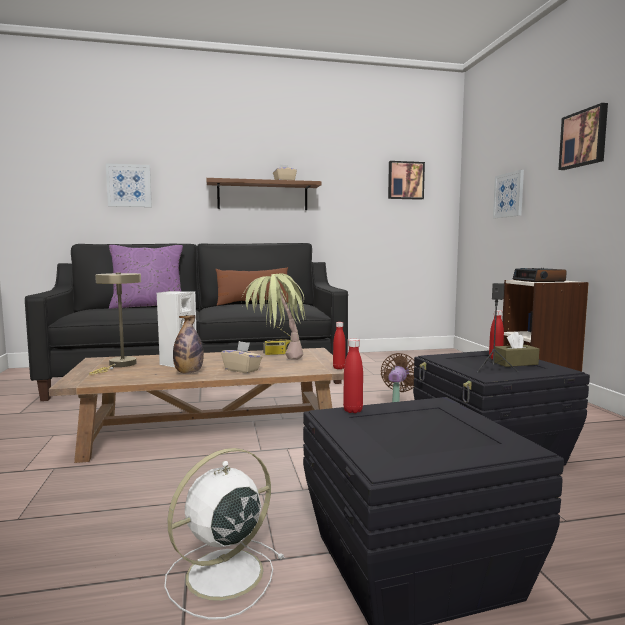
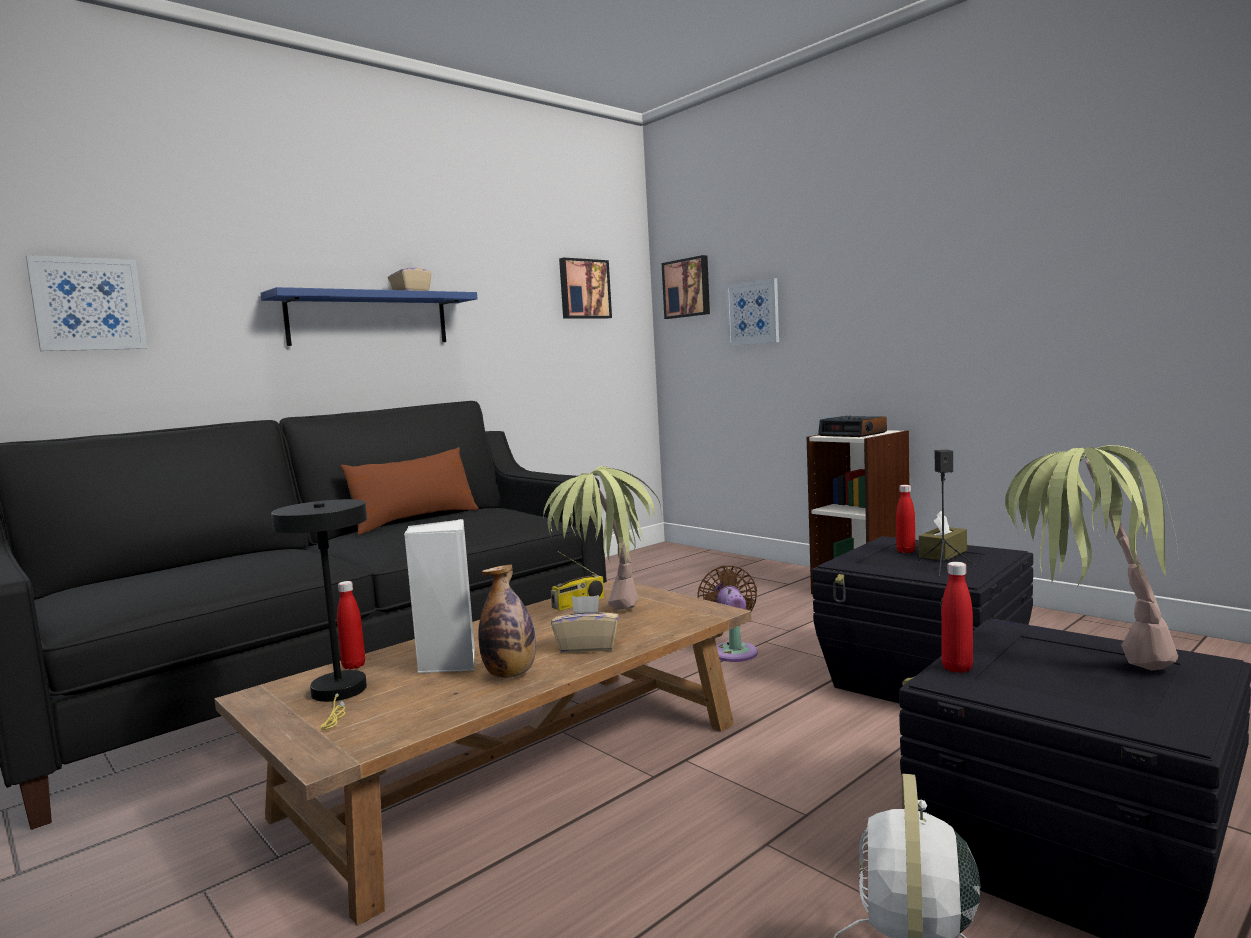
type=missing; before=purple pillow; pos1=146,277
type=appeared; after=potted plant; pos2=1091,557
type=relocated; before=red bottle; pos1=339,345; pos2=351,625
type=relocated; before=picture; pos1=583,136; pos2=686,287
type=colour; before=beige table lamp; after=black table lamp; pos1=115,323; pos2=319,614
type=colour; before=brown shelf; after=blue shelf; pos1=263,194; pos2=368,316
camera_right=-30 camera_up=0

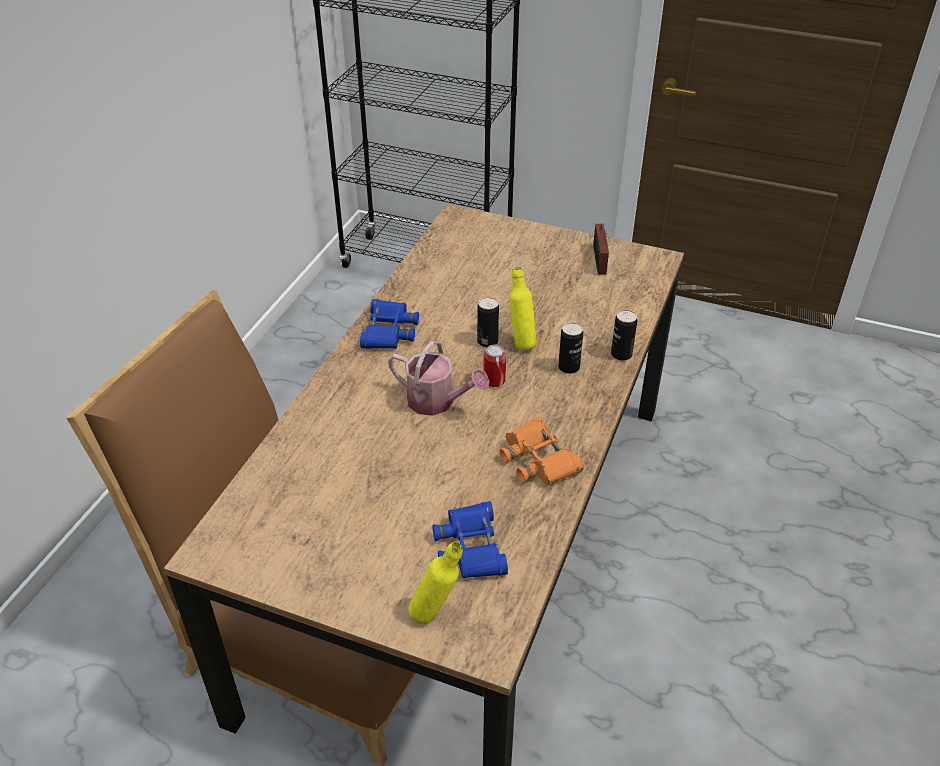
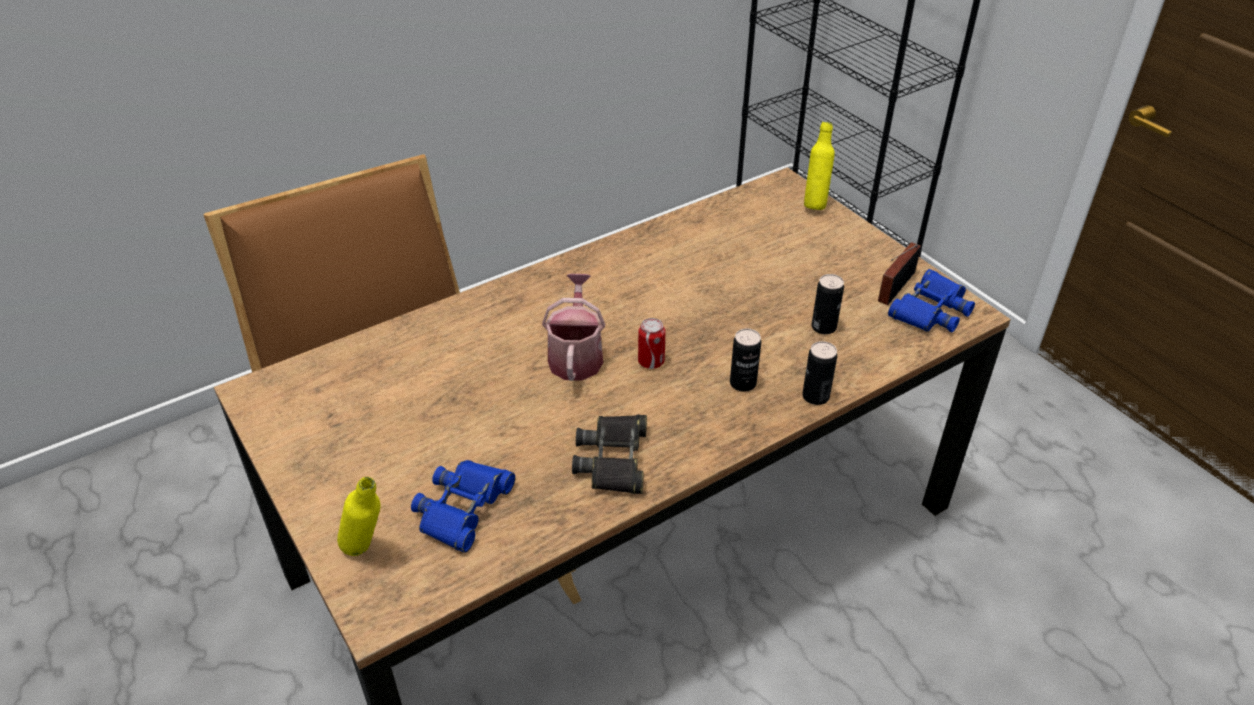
type=relocated; before=blue binoculars; pos1=389,324; pos2=931,301
type=relocated; before=can; pos1=488,322; pos2=827,304
type=relocated; before=yellow bottle; pos1=523,308; pos2=819,166
type=colour; before=orange binoculars; after=black binoculars; pos1=541,451; pos2=609,454
type=spun; before=watering can; pos1=439,378; pos2=573,327; turn=-150
camera_right=35 camera_up=0

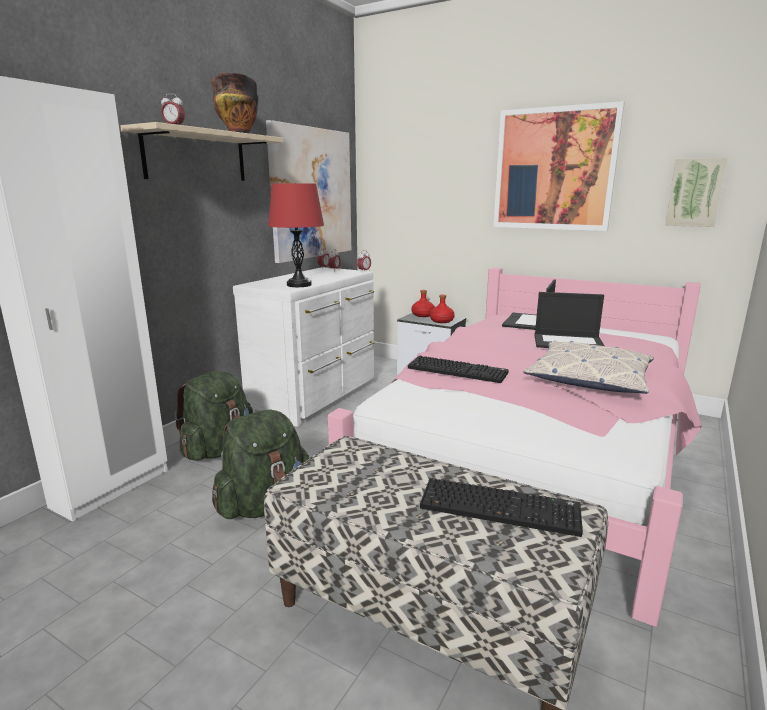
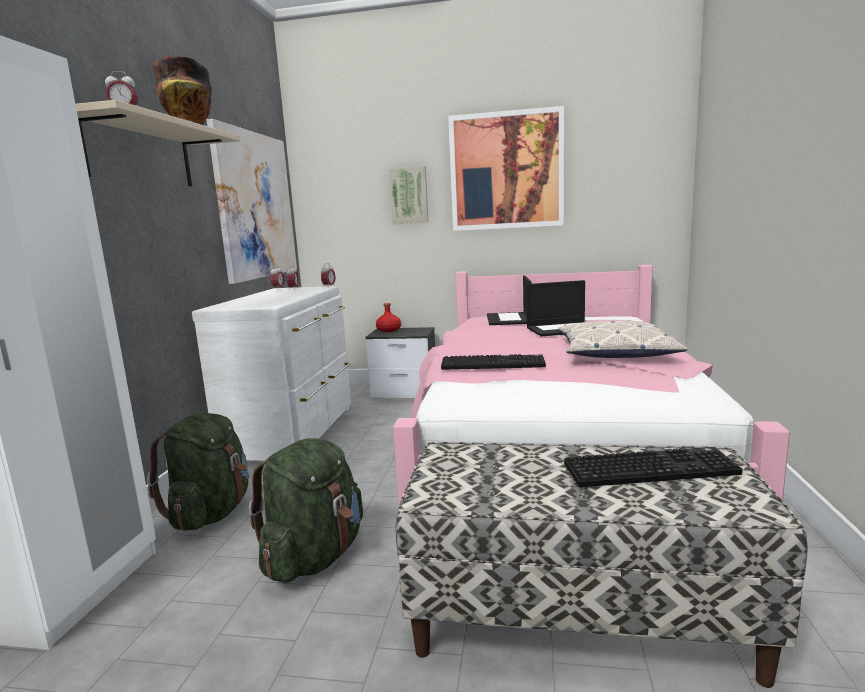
type=missing; before=red table lamp; pos1=296,235
type=missing; before=red bottle; pos1=442,309
type=relocated; before=picture; pos1=696,192; pos2=409,195
camera_right=-20 camera_up=-5

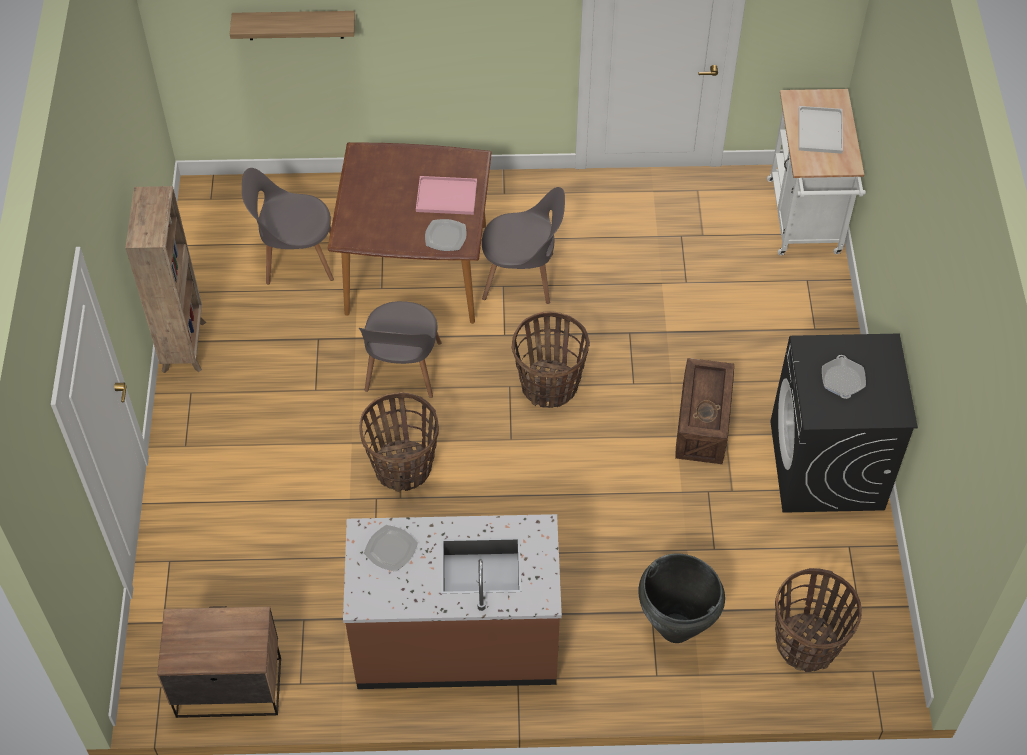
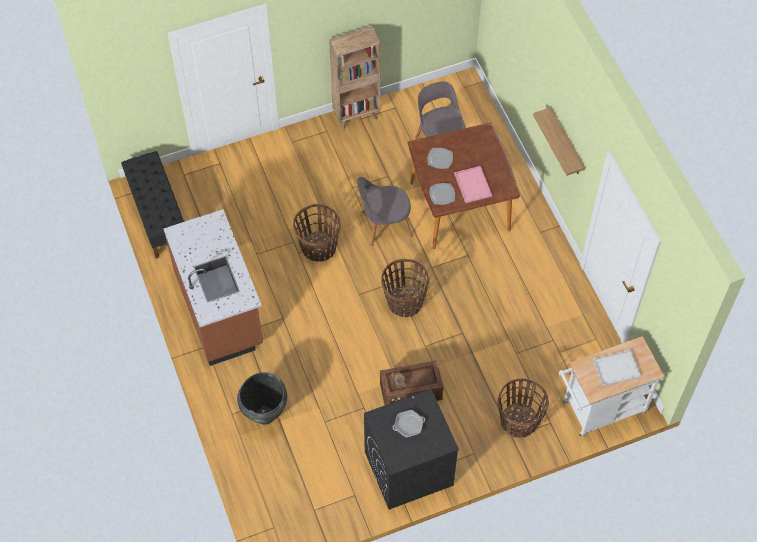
type=missing; before=grey chair; pos1=523,245
type=relocated; before=shelf; pos1=292,25; pos2=559,141
type=relocated; before=plate; pos1=391,548; pos2=440,158
type=relocated; before=basket; pos1=818,620; pos2=523,408
type=exchanged; before=nightstand; after=black bench; pos1=219,662; pos2=152,205
camera_right=70 camera_up=5

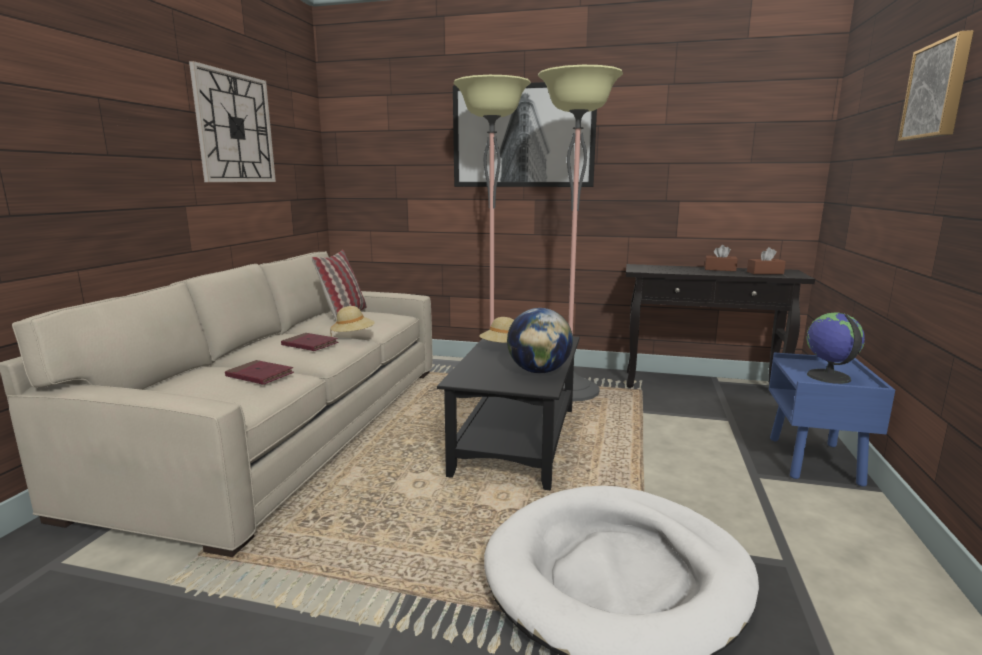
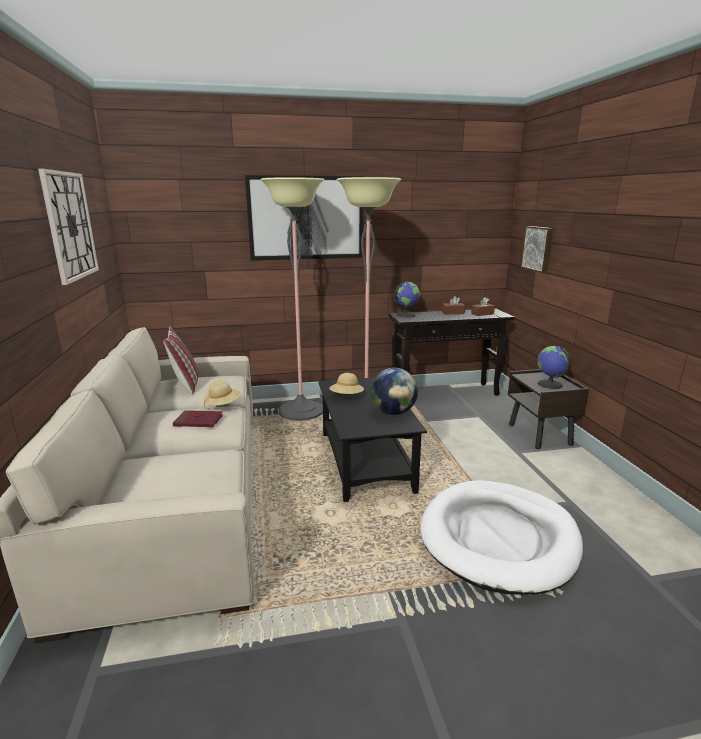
type=missing; before=red book; pos1=259,372
type=appeared; after=globe; pos2=407,299
type=relocated; before=picture; pos1=936,85; pos2=536,249
type=colour; before=blue nightstand; after=brown nightstand; pos1=832,419; pos2=548,409
camera_right=-25 camera_up=5

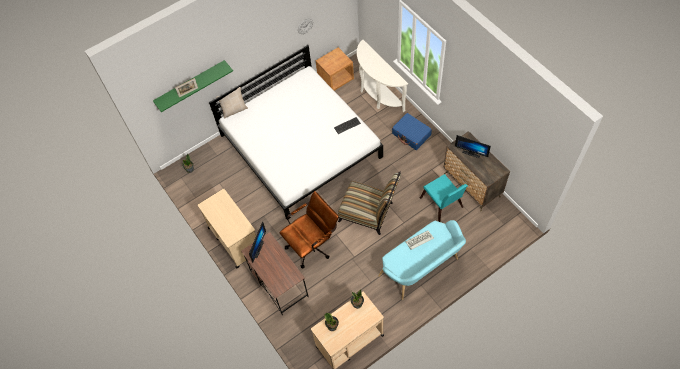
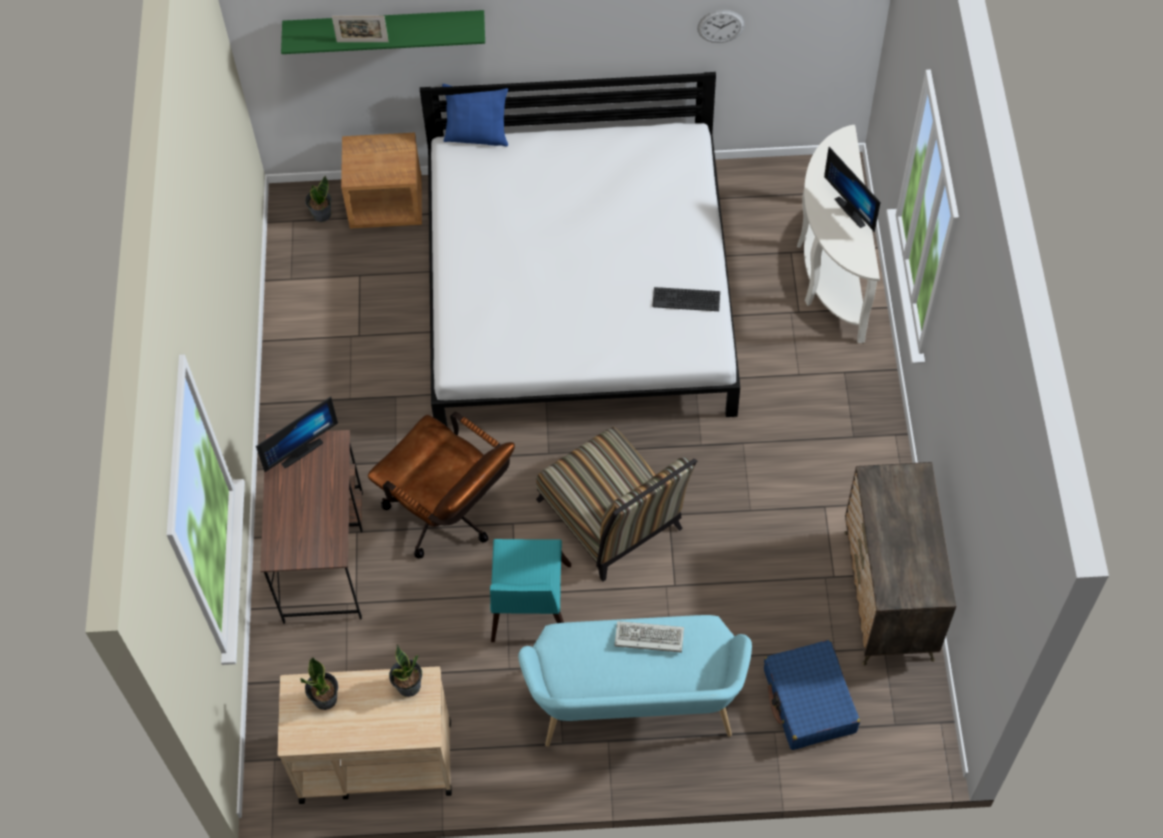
type=missing; before=beige cart; pos1=227,228
type=relocated; before=brown nightstand; pos1=335,69; pos2=381,181
type=relocated; before=blue suitcase; pos1=412,131; pos2=812,695
type=relocated; before=turquoise chair; pos1=444,198; pos2=530,590
type=relocated; before=monitor; pos1=473,146; pos2=852,189
type=colour; before=beige pillow; after=blue pillow; pos1=232,103; pos2=475,115
type=spun; before=brown office chair; pos1=309,230; pos2=441,485; turn=45
camera_right=30 camera_up=0

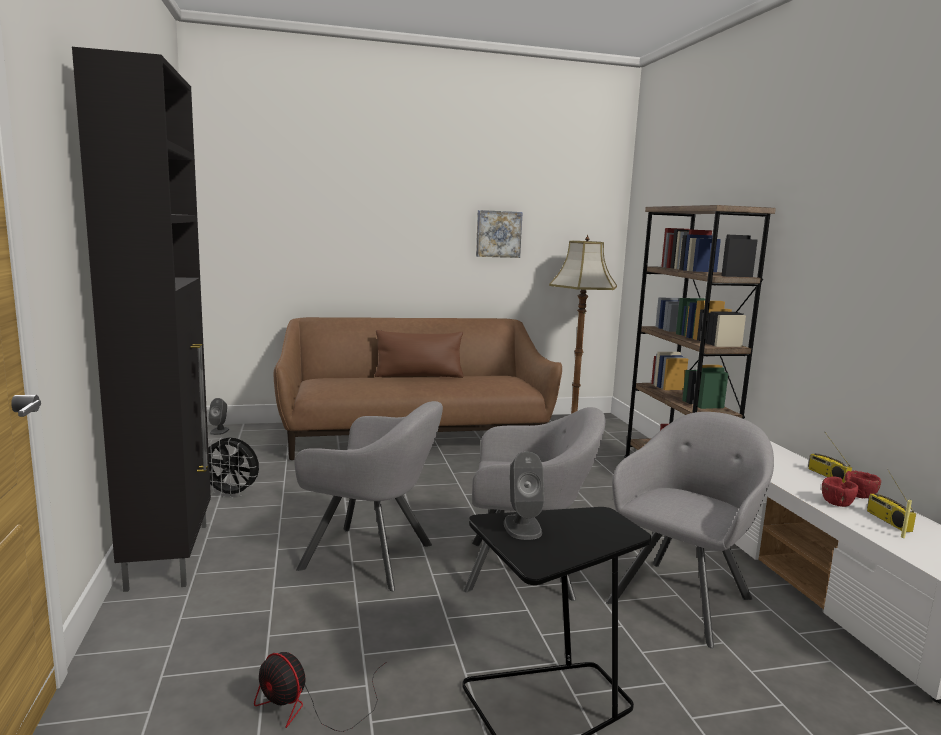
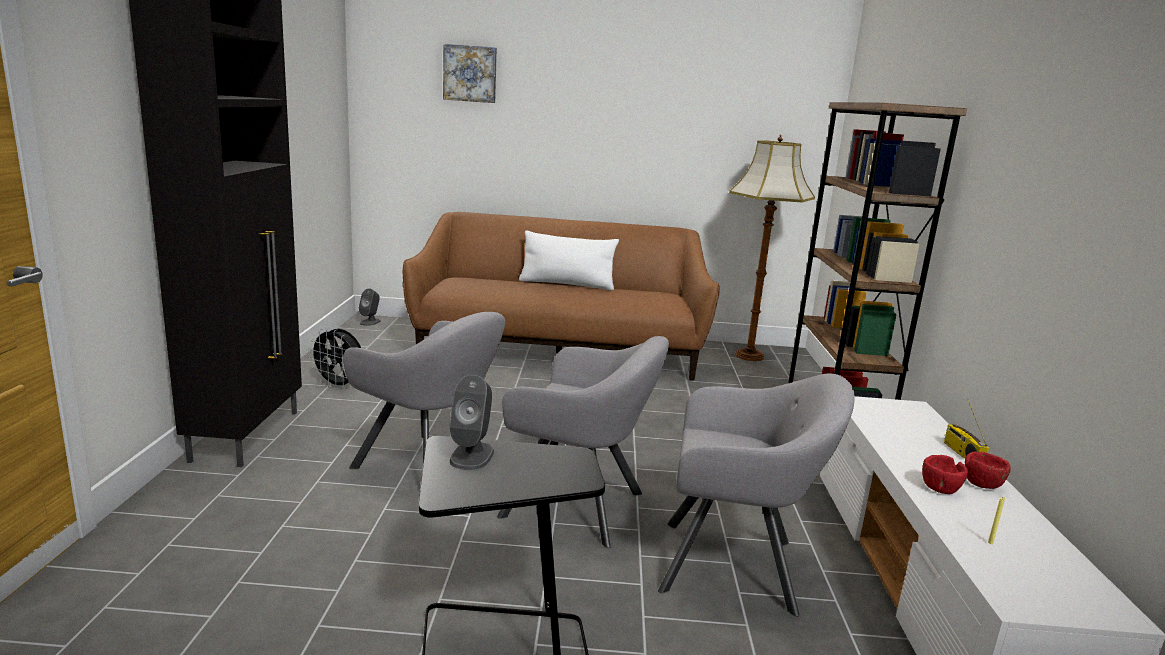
type=missing; before=fan; pos1=319,692
type=missing; before=radio; pos1=891,500
type=relocated; before=picture; pos1=499,234; pos2=470,73
type=colour; before=brown pillow; after=white pillow; pos1=419,354; pos2=569,260
type=spun; before=grey armchair; pos1=690,530; pos2=756,495; turn=45
camera_right=15 camera_up=5

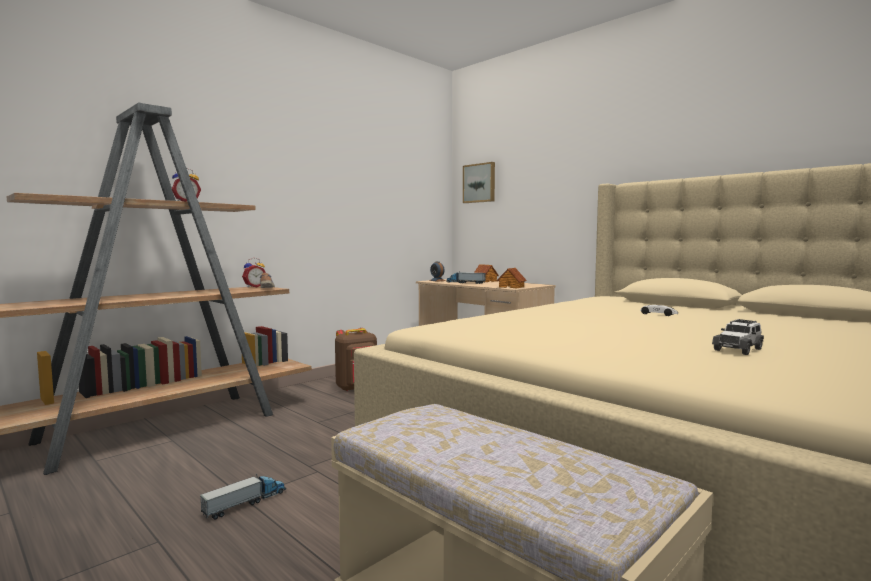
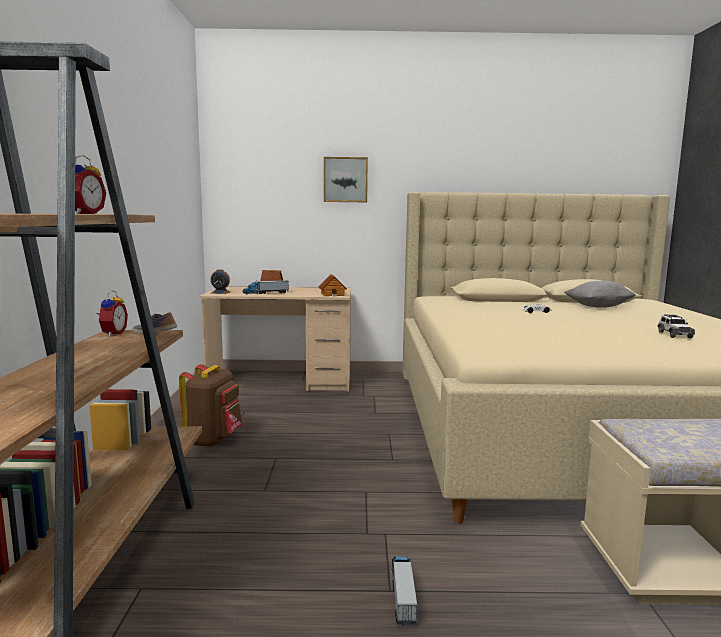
type=appeared; after=grey pillow; pos2=600,294
type=relocated; before=picture; pos1=479,182; pos2=346,179
camera_right=-45 camera_up=5

